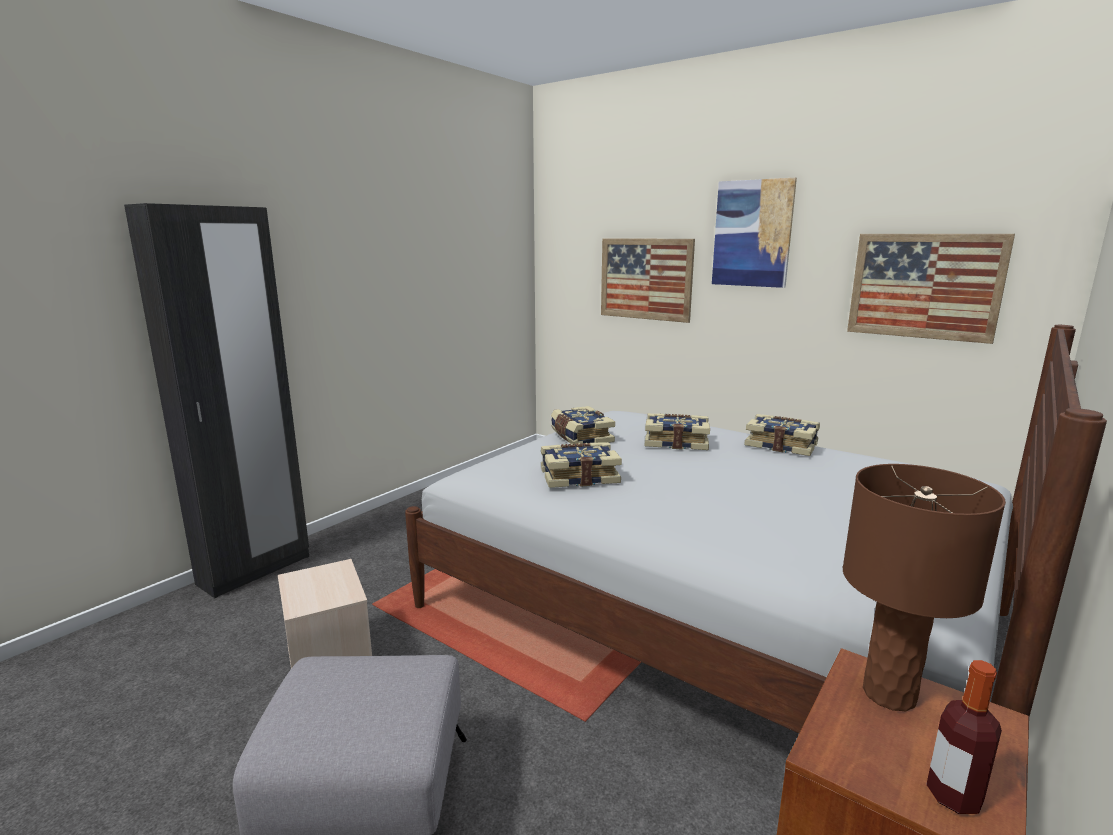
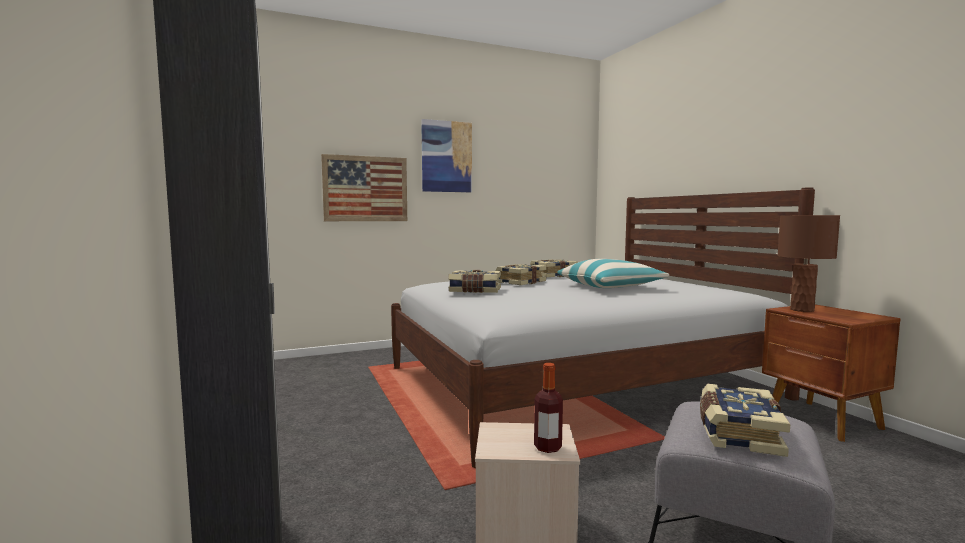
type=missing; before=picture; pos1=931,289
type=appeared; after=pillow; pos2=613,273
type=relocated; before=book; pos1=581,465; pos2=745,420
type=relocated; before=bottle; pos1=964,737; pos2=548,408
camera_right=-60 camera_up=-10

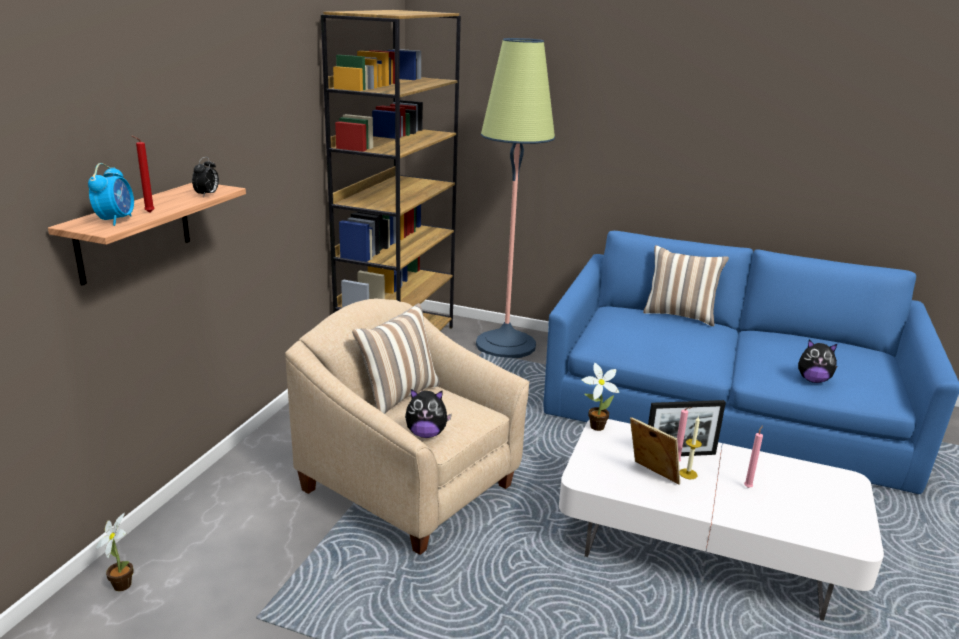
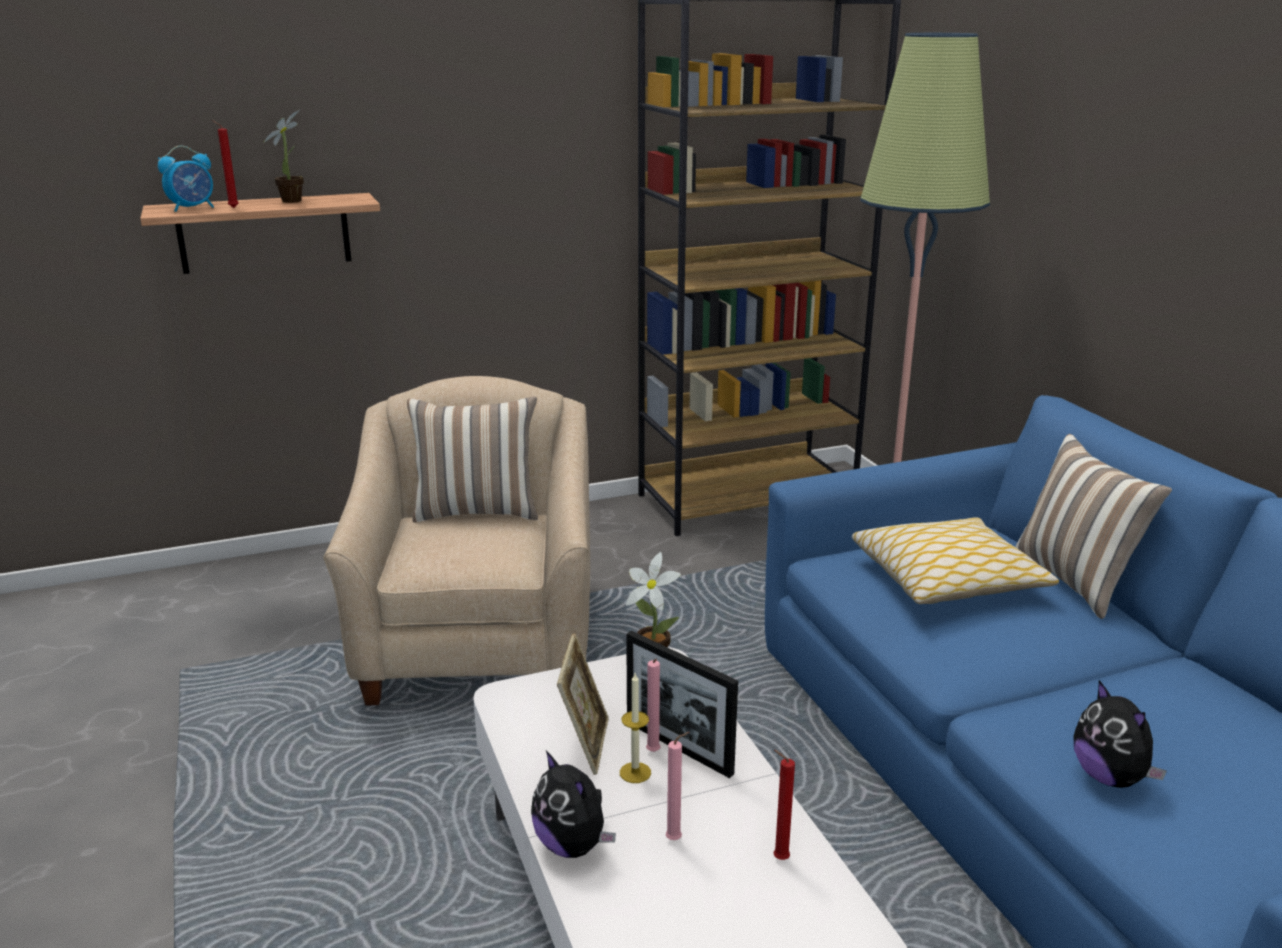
type=missing; before=alarm clock; pos1=205,177
type=appeared; after=red candle; pos2=784,805
type=appeared; after=pillow; pos2=955,560
type=relocated; before=potted plant; pos1=114,552; pos2=283,156
type=relocated; before=plush toy; pos1=428,413; pos2=573,804
camera_right=50 camera_up=0

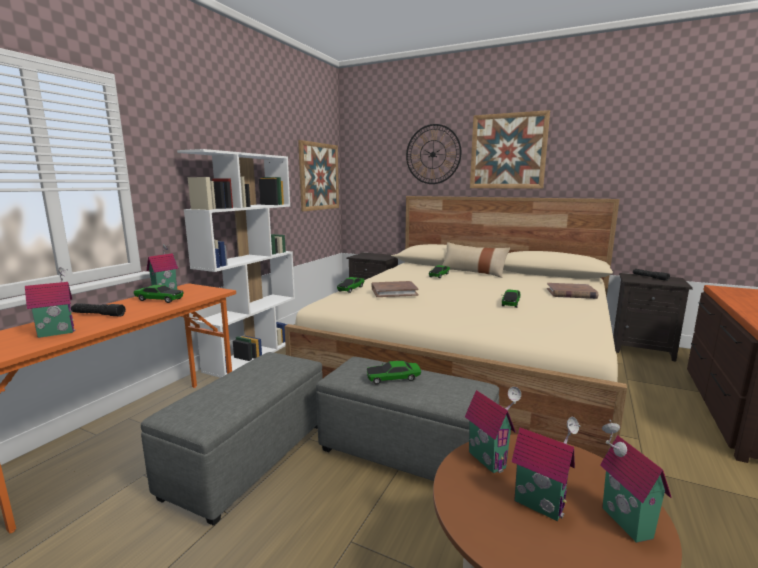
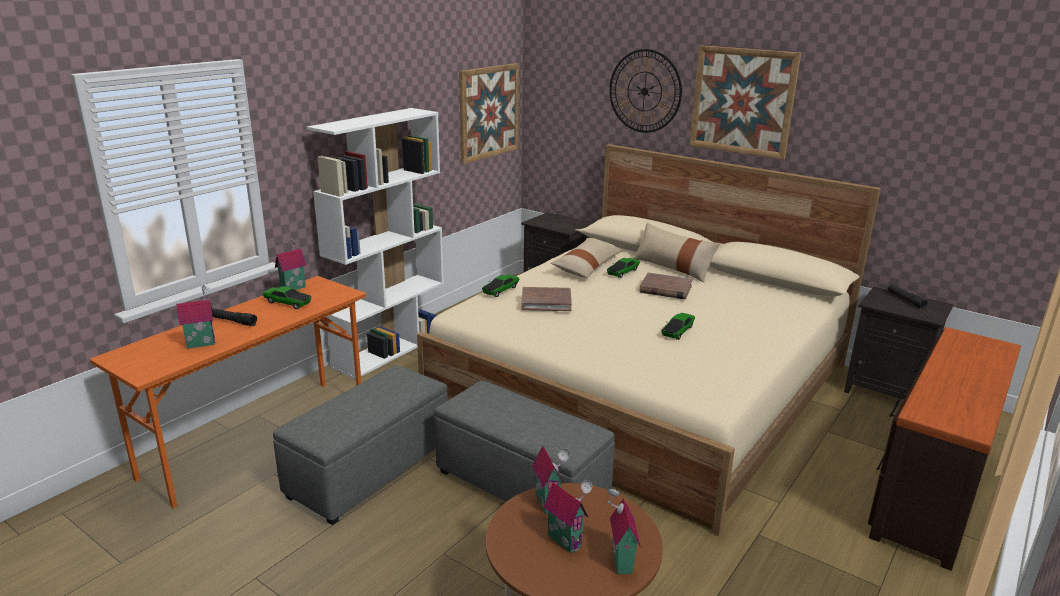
type=missing; before=toy car; pos1=394,373
type=appeared; after=beige pillow; pos2=587,258
type=relocated; before=brown book; pos1=572,291; pos2=666,286
camera_right=10 camera_up=10

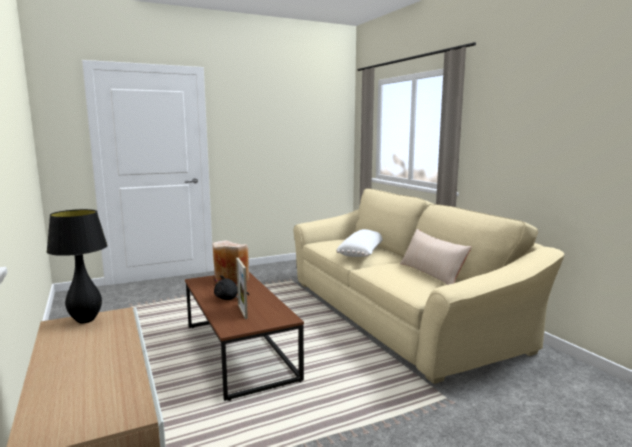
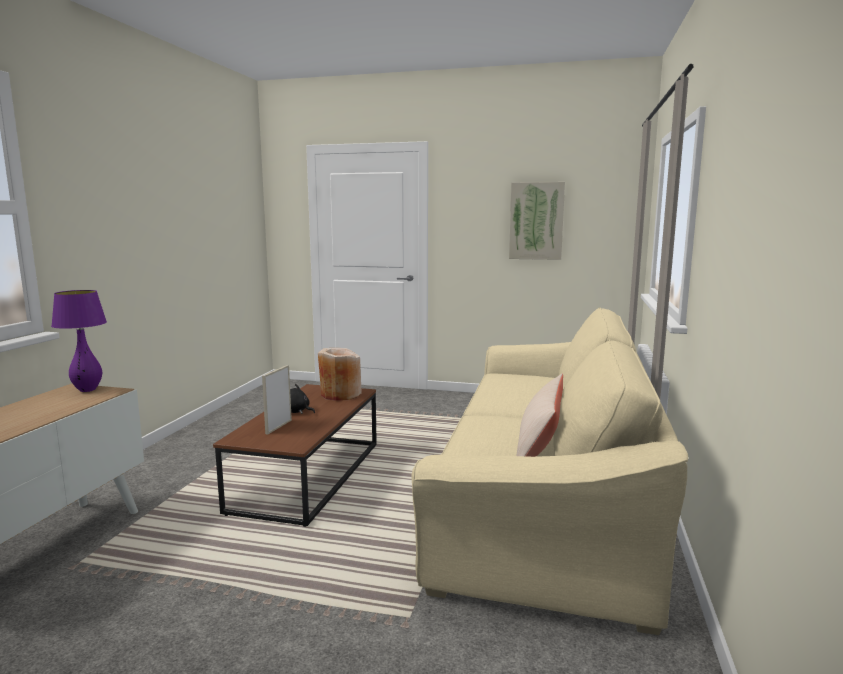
type=missing; before=white pillow; pos1=360,243
type=appeared; after=picture; pos2=537,221
type=colour; before=black table lamp; after=purple table lamp; pos1=77,266; pos2=79,341
camera_right=40 camera_up=0

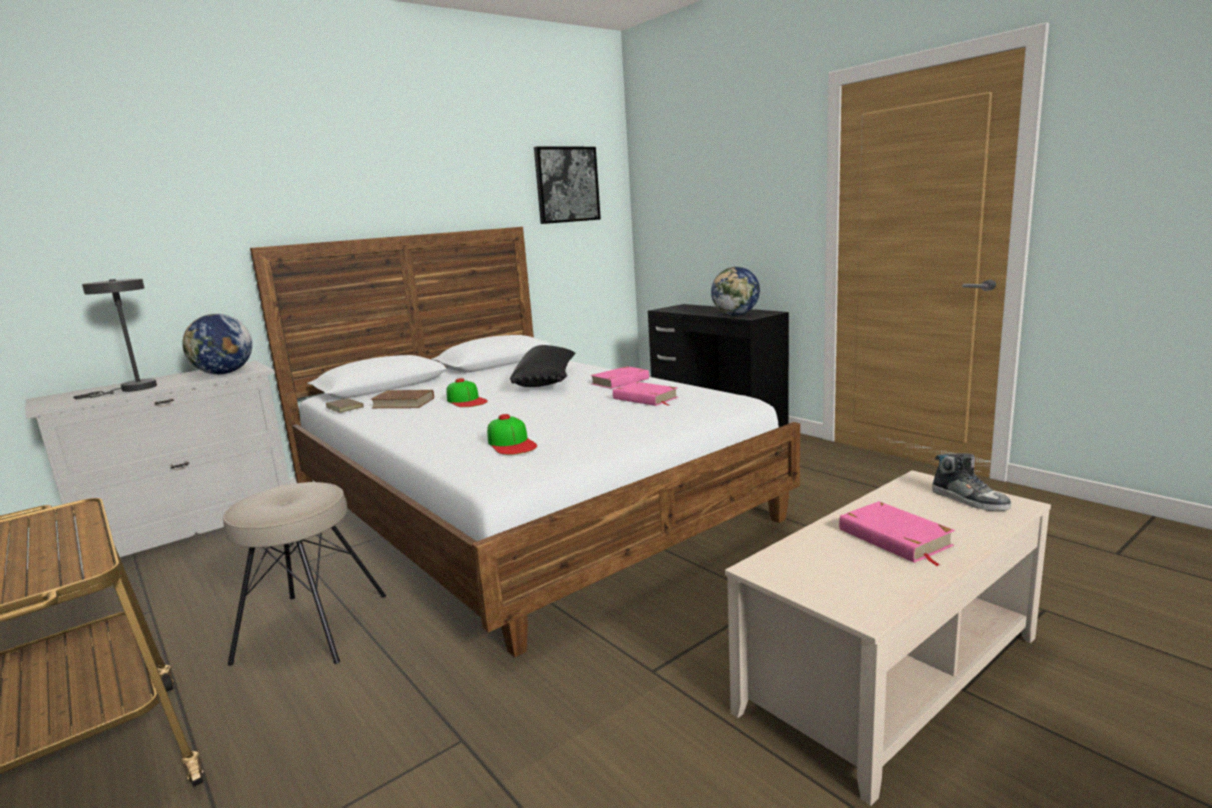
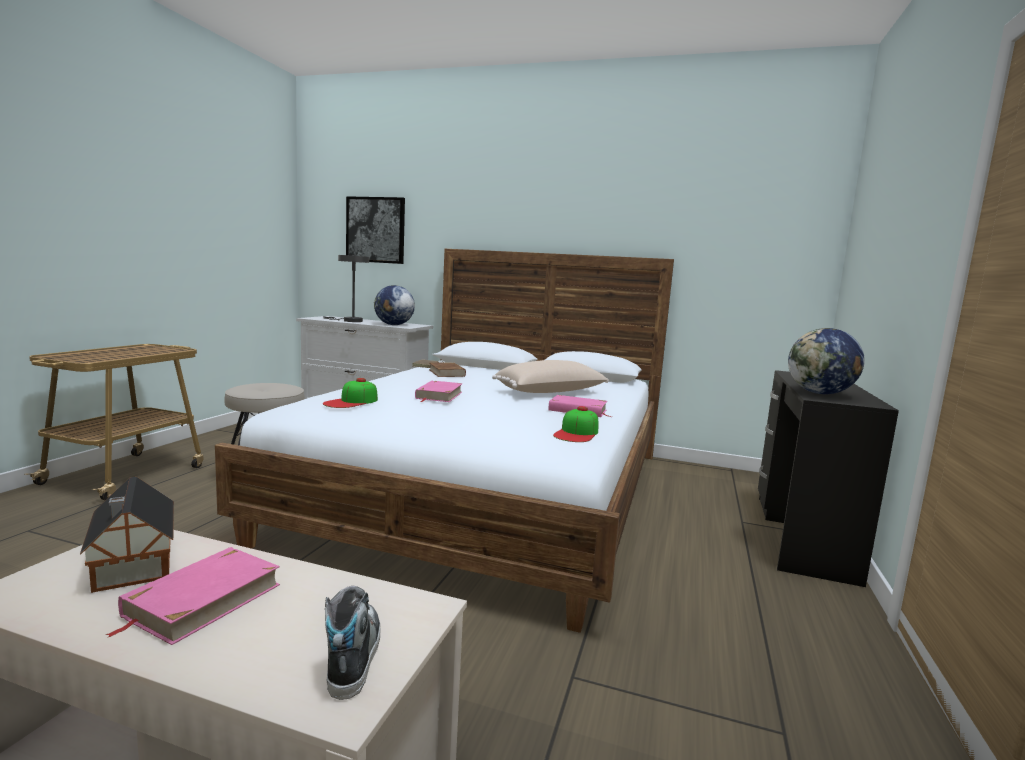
type=appeared; after=toy house; pos2=127,535
type=relocated; before=cap; pos1=467,392; pos2=575,424
type=relocated; before=picture; pos1=567,185; pos2=375,230
type=relocated; before=pink book; pos1=645,394; pos2=439,391
type=colour; before=black pillow; after=beige pillow; pos1=543,366; pos2=550,376
type=spun; before=shoe; pos1=971,482; pos2=352,643; turn=150
camera_right=55 camera_up=-5

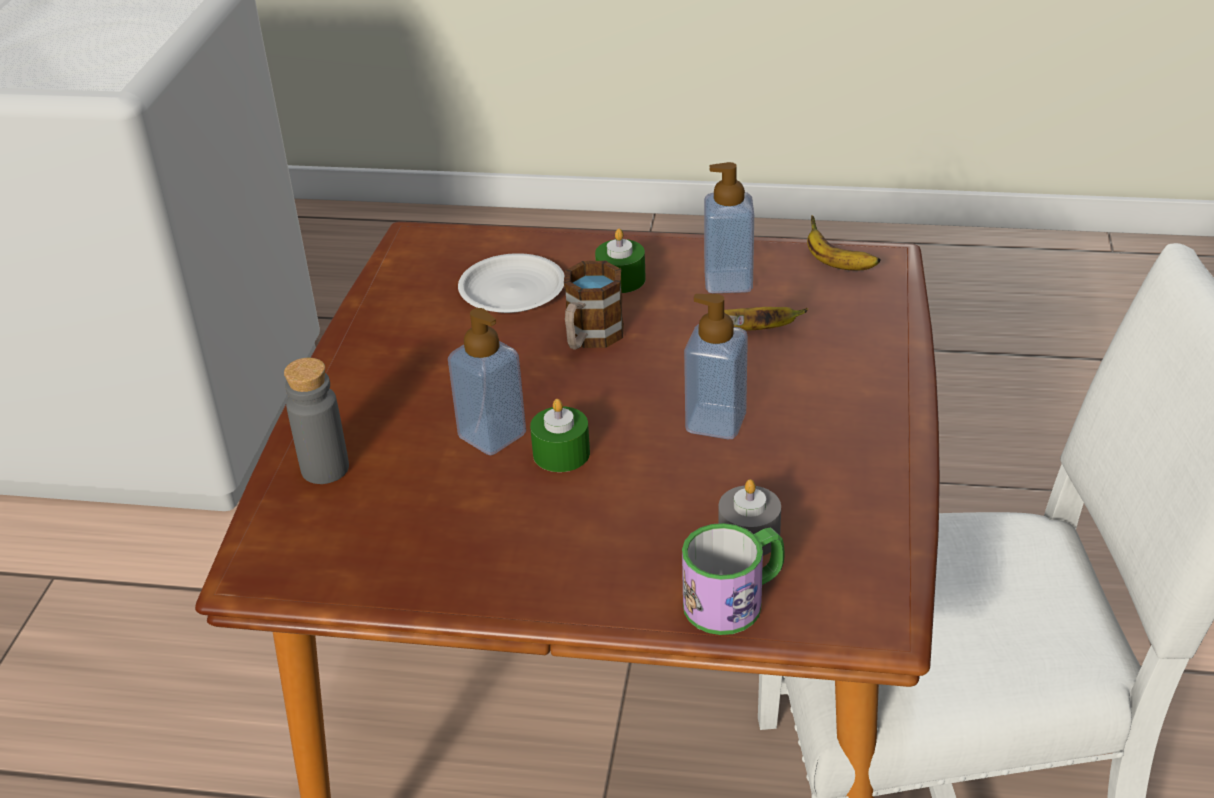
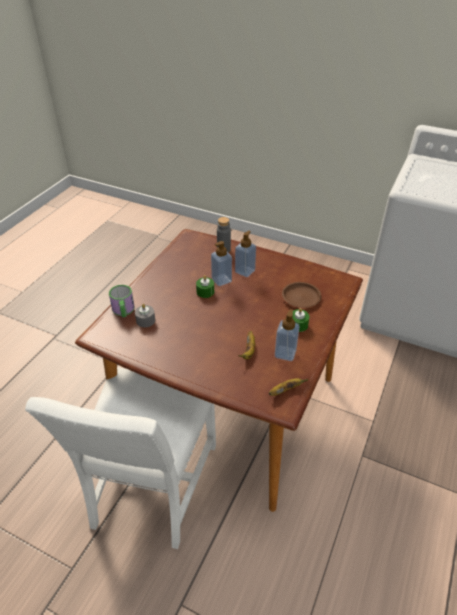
type=missing; before=mug; pos1=594,305
type=relocated; before=soap dispenser; pos1=716,366; pos2=245,254
type=colour; before=white plate; after=brown plate; pos1=511,283; pos2=302,295
camera_right=105 camera_up=5

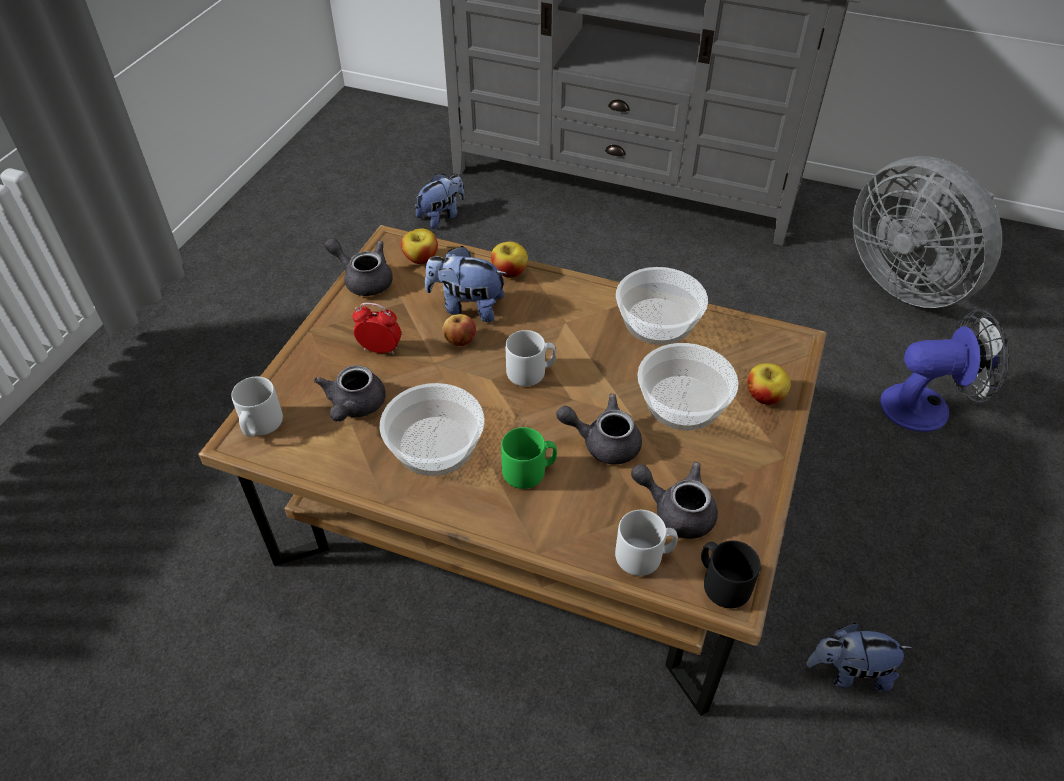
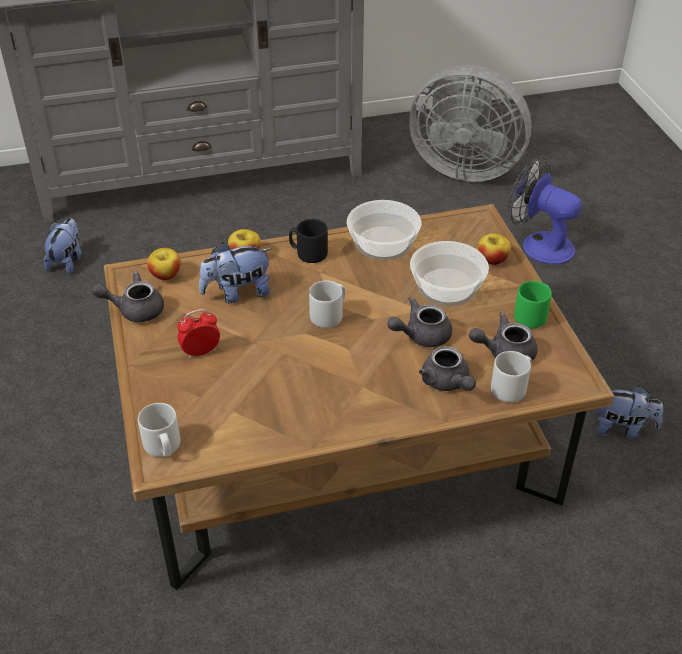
type=missing; before=bowl; pos1=432,429
type=missing; before=apple; pos1=459,330
type=relocated; before=grey teapot; pos1=350,393; pos2=447,368
type=relocated; before=green mug; pos1=529,458; pos2=533,304
type=relocated; before=black mug; pos1=731,574; pos2=308,241
type=spun; before=plush toy; pos1=860,657; pos2=629,412; turn=-135
type=spun; before=fan; pos1=944,370; pos2=545,210; turn=-105
camera_right=-35 camera_up=-5

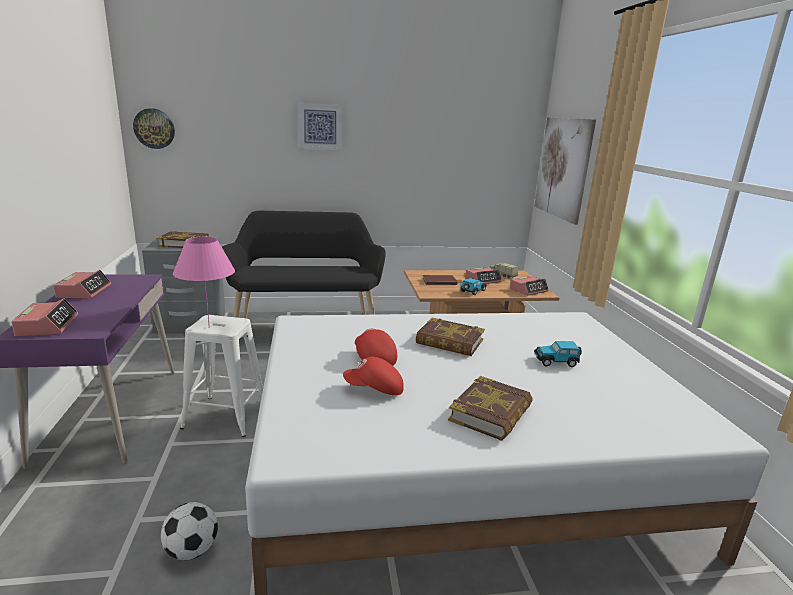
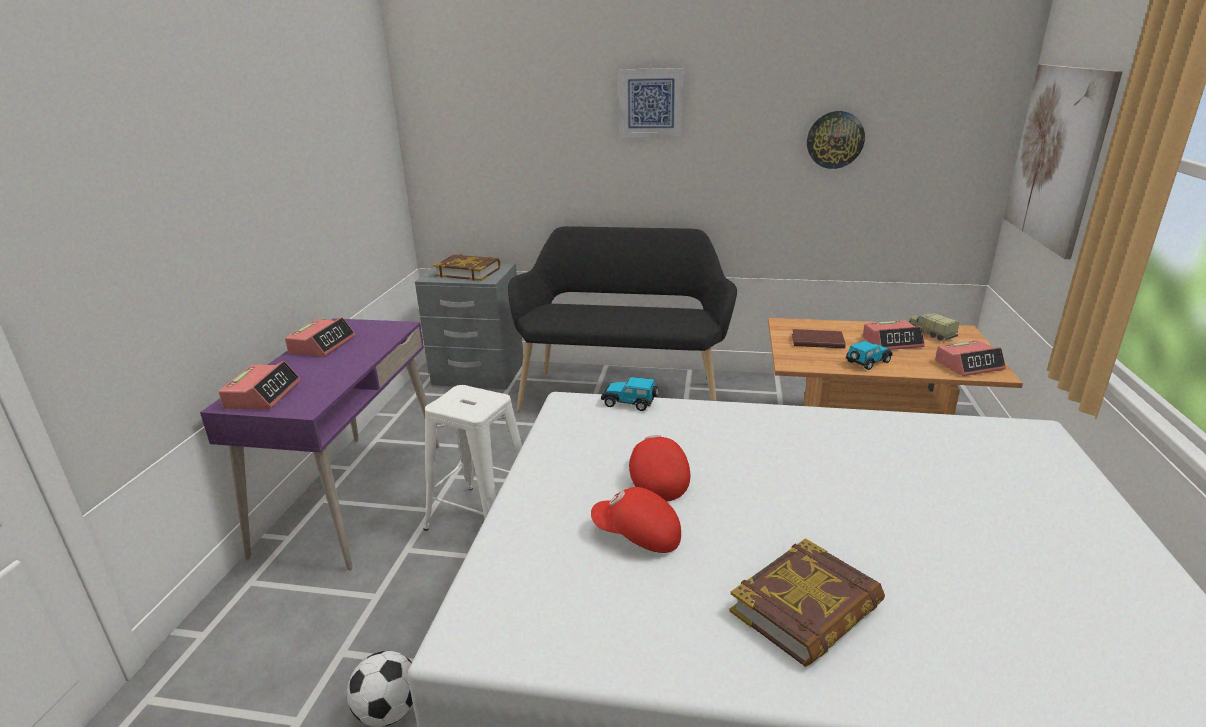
type=missing; before=pink table lamp; pos1=204,282
type=missing; before=book; pos1=450,337
type=relocated; before=wall clock; pos1=154,128; pos2=836,140
type=relocated; before=toy car; pos1=558,354; pos2=629,394
camera_right=20 camera_up=5

